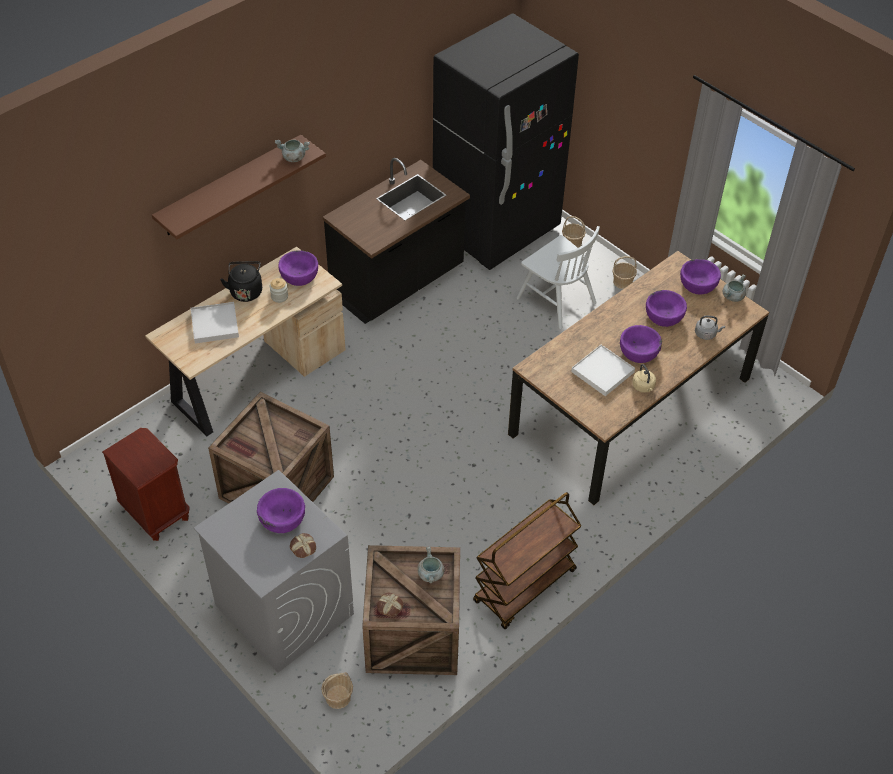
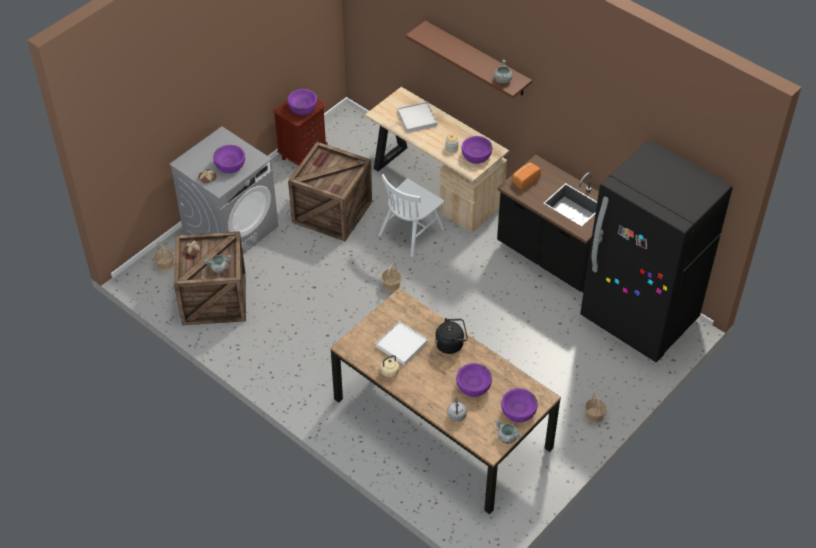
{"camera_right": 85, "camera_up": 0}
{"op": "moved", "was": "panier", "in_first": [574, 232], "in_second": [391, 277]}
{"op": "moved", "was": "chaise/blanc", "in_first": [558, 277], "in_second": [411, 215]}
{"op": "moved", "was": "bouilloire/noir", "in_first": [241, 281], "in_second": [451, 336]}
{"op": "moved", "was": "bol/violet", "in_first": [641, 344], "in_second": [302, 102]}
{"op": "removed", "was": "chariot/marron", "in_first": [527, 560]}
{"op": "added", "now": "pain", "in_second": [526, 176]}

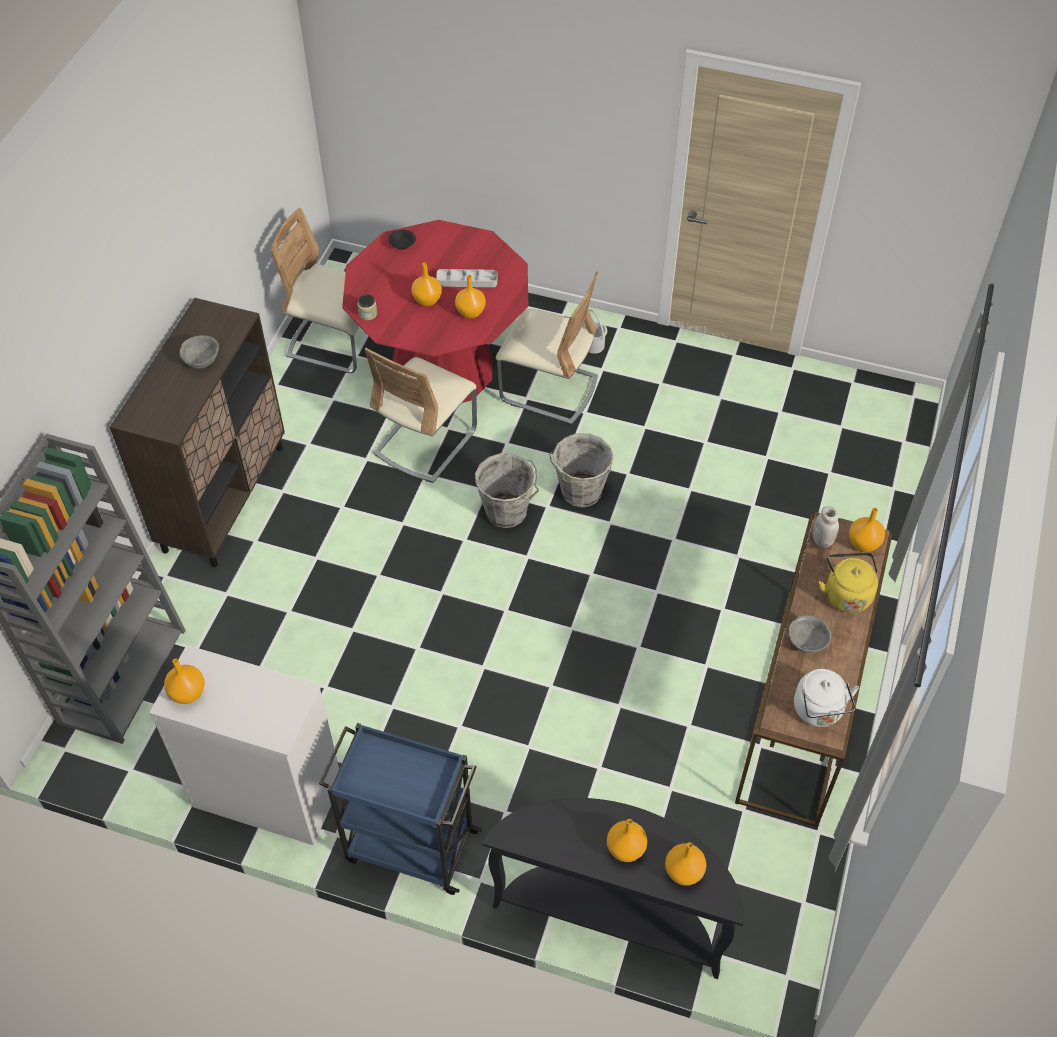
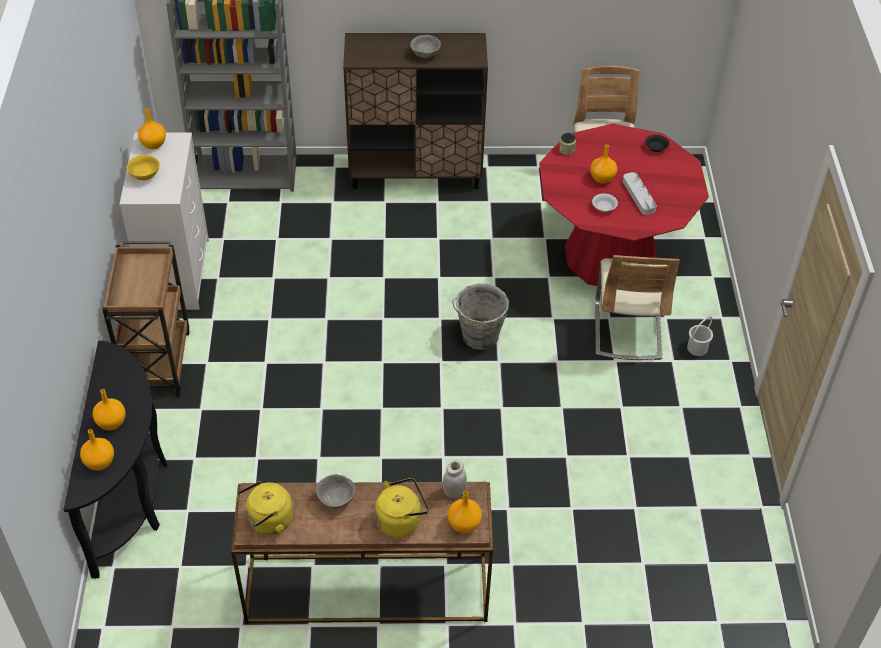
{"camera_right": 70, "camera_up": -5}
{"op": "replaced", "was": "vase/orange", "now": "bol/blanc", "in_first": [470, 296], "in_second": [605, 203]}
{"op": "removed", "was": "chaise/beige", "in_first": [421, 415]}
{"op": "removed", "was": "seau/gris", "in_first": [581, 470]}
{"op": "recoloured", "was": "bouilloire/blanc", "now": "bouilloire/jaune", "in_first": [826, 698], "in_second": [265, 508]}
{"op": "recoloured", "was": "chariot/bleu", "now": "chariot/marron", "in_first": [400, 809], "in_second": [146, 318]}
{"op": "added", "now": "bol/jaune", "in_second": [143, 167]}

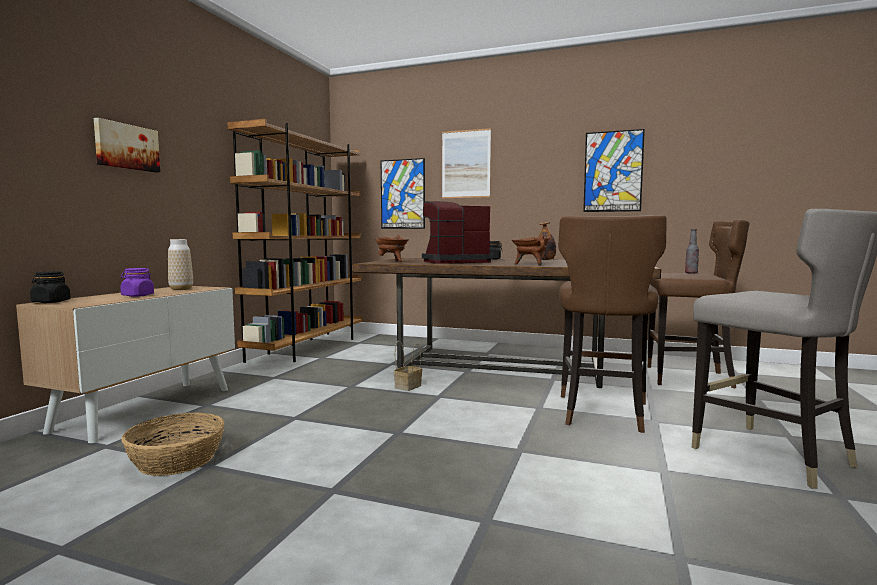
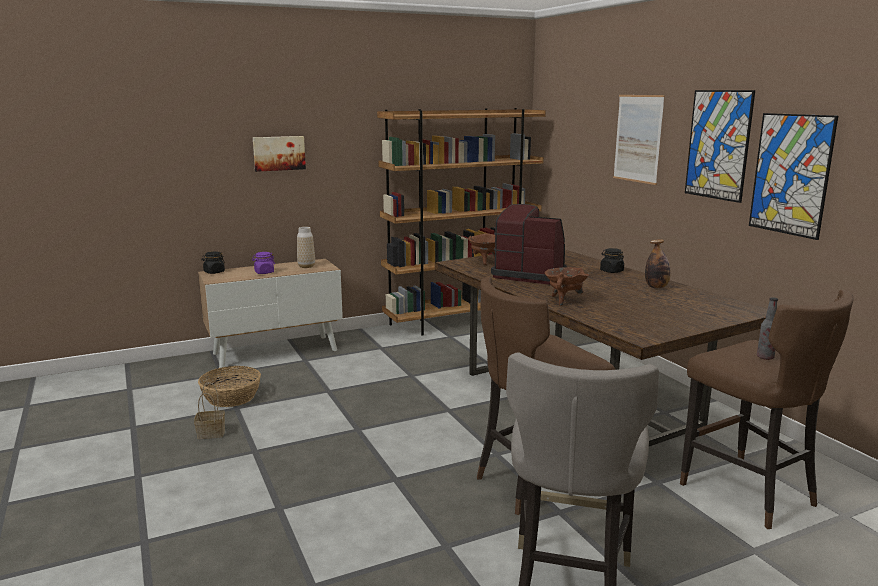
{"camera_right": 45, "camera_up": 10}
{"op": "moved", "was": "tableau", "in_first": [403, 193], "in_second": [720, 146]}
{"op": "moved", "was": "panier", "in_first": [408, 366], "in_second": [209, 410]}

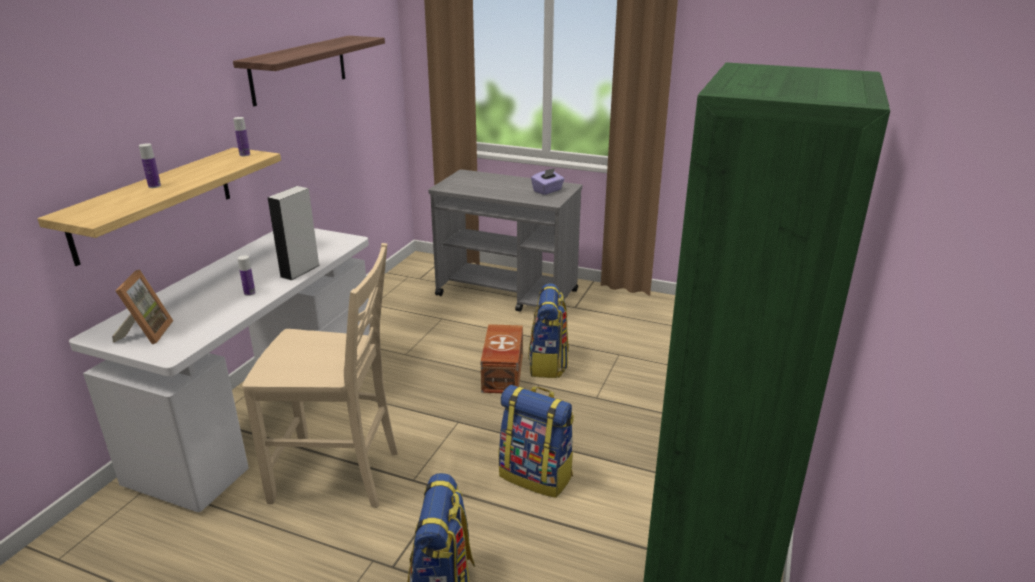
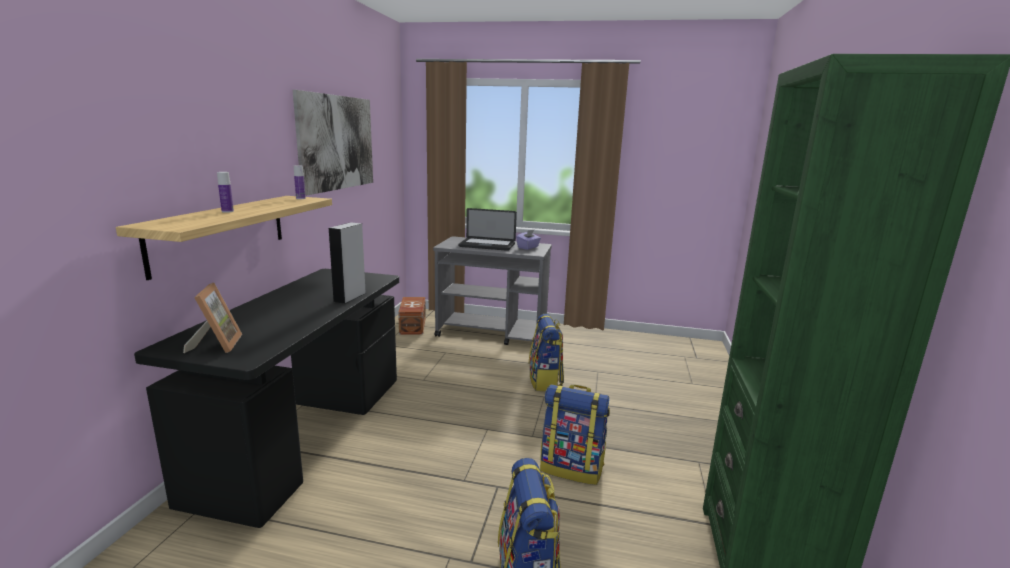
{"camera_right": -10, "camera_up": -10}
{"op": "replaced", "was": "étagère", "now": "tableau", "in_first": [309, 71], "in_second": [333, 143]}
{"op": "recoloured", "was": "bureau/blanc", "now": "bureau/noir", "in_first": [219, 370], "in_second": [266, 398]}
{"op": "removed", "was": "chaise/beige", "in_first": [320, 375]}
{"op": "removed", "was": "bouteille", "in_first": [247, 275]}
{"op": "moved", "was": "boîte de rangement/marron", "in_first": [502, 358], "in_second": [412, 316]}
{"op": "added", "now": "ordinateur portable", "in_second": [487, 229]}

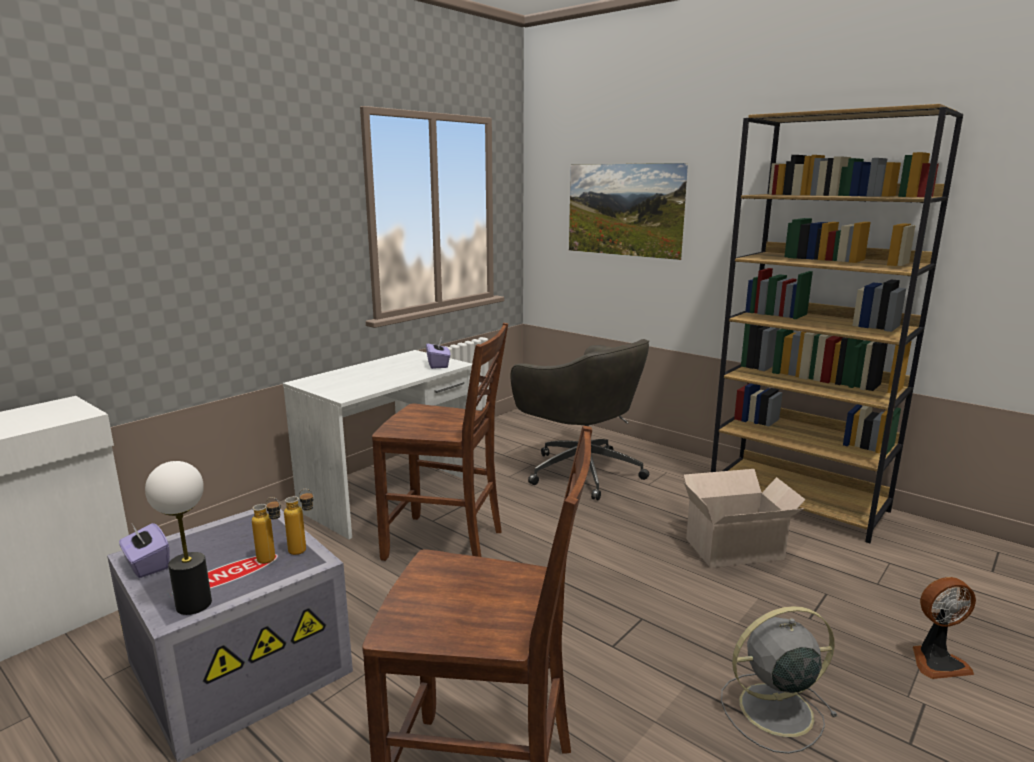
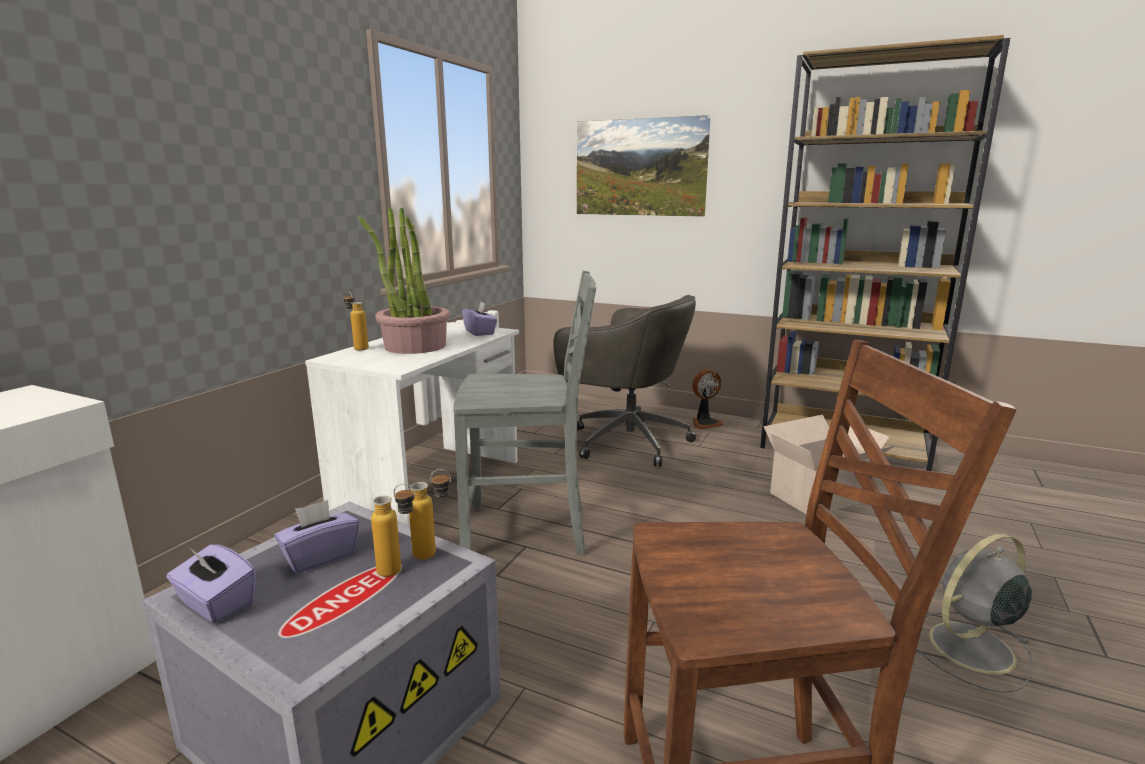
{"camera_right": -15, "camera_up": 0}
{"op": "recoloured", "was": "chaise/marron", "now": "chaise/gris", "in_first": [440, 442], "in_second": [524, 413]}
{"op": "removed", "was": "lampe de table", "in_first": [178, 538]}
{"op": "moved", "was": "ventilateur", "in_first": [944, 628], "in_second": [708, 399]}
{"op": "added", "now": "plante en pot", "in_second": [404, 280]}
{"op": "added", "now": "bouteille", "in_second": [356, 320]}
{"op": "added", "now": "boîte à mouchoirs/violet", "in_second": [316, 537]}

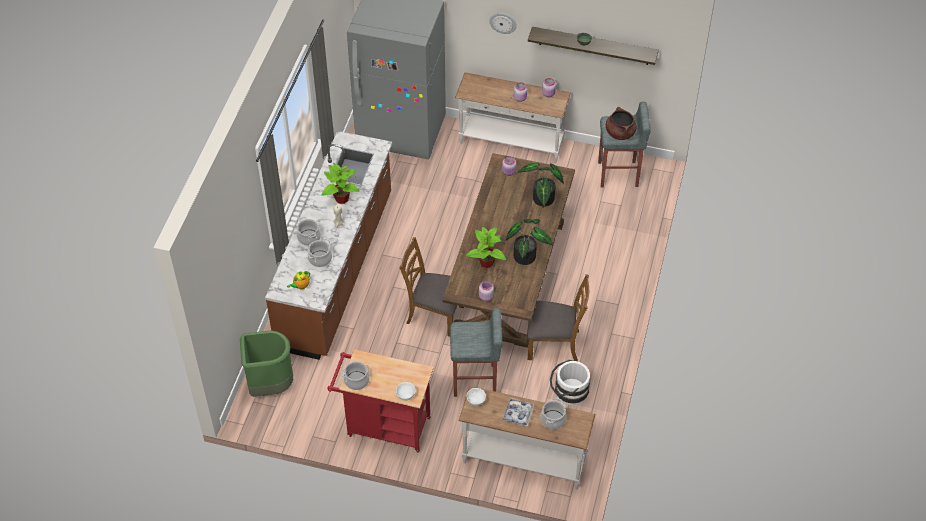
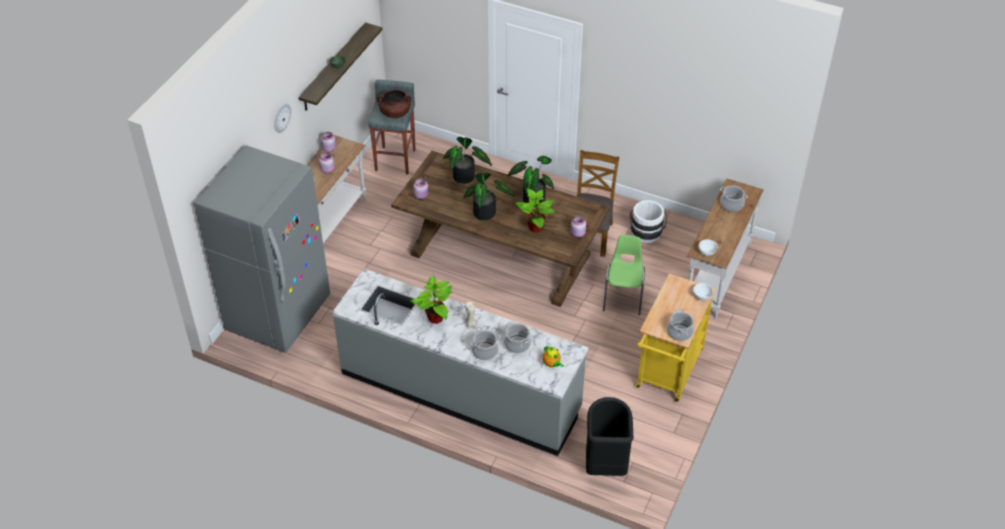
{"camera_right": -80, "camera_up": -5}
{"op": "recoloured", "was": "comptoir de cuisine/marron", "now": "comptoir de cuisine/gris", "in_first": [328, 245], "in_second": [460, 362]}
{"op": "removed", "was": "chaise/marron", "in_first": [432, 287]}
{"op": "replaced", "was": "tabouret/gris", "now": "chaise/vert", "in_first": [476, 352], "in_second": [624, 275]}
{"op": "recoloured", "was": "poubelle/vert", "now": "poubelle/noir", "in_first": [266, 364], "in_second": [610, 436]}
{"op": "recoloured", "was": "chariot/rouge", "now": "chariot/jaune", "in_first": [380, 401], "in_second": [675, 338]}
{"op": "removed", "was": "plateau", "in_first": [518, 412]}
{"op": "added", "now": "plante en pot", "in_second": [489, 196]}

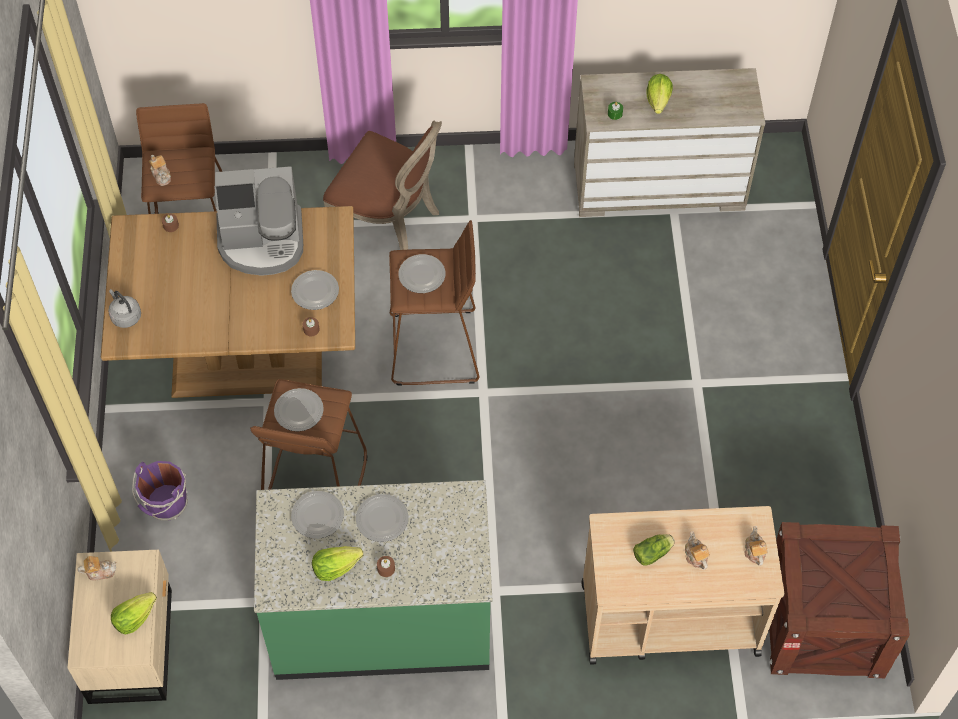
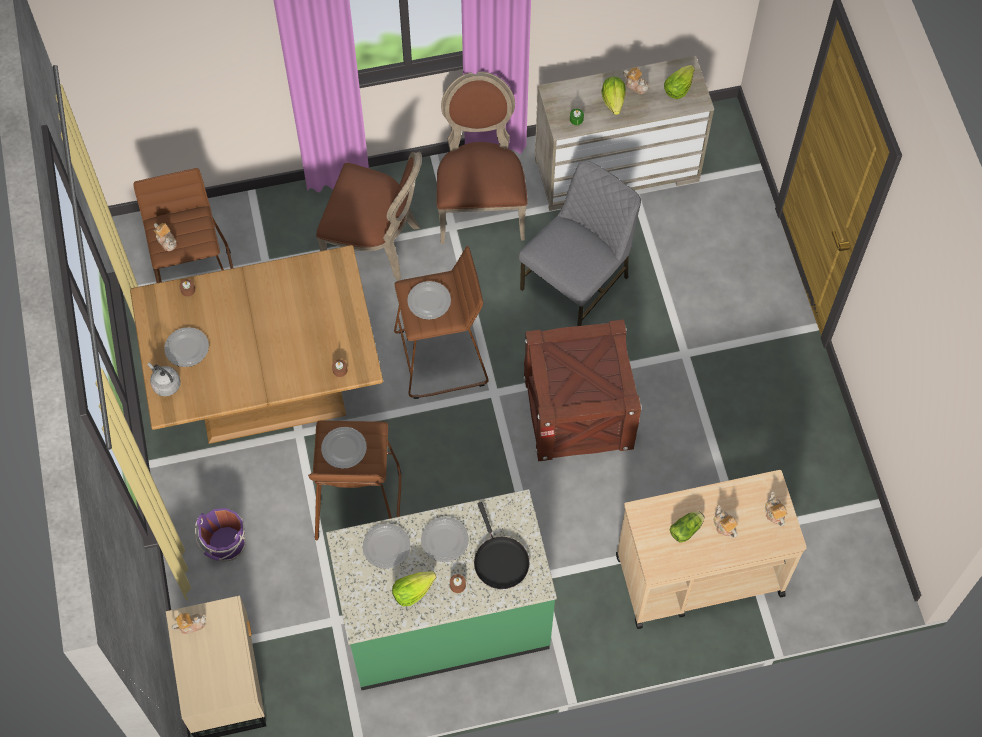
{"camera_right": -10, "camera_up": 5}
{"op": "removed", "was": "machine à café", "in_first": [258, 221]}
{"op": "moved", "was": "assiette", "in_first": [315, 290], "in_second": [186, 347]}
{"op": "moved", "was": "caisse", "in_first": [839, 600], "in_second": [582, 391]}
{"op": "moved", "was": "laitue", "in_first": [134, 613], "in_second": [679, 82]}
{"op": "added", "now": "théière", "in_second": [636, 80]}
{"op": "added", "now": "chaise/marron", "in_second": [482, 157]}
{"op": "added", "now": "chaise/gris", "in_second": [580, 243]}
{"op": "added", "now": "poêle/noir", "in_second": [501, 545]}

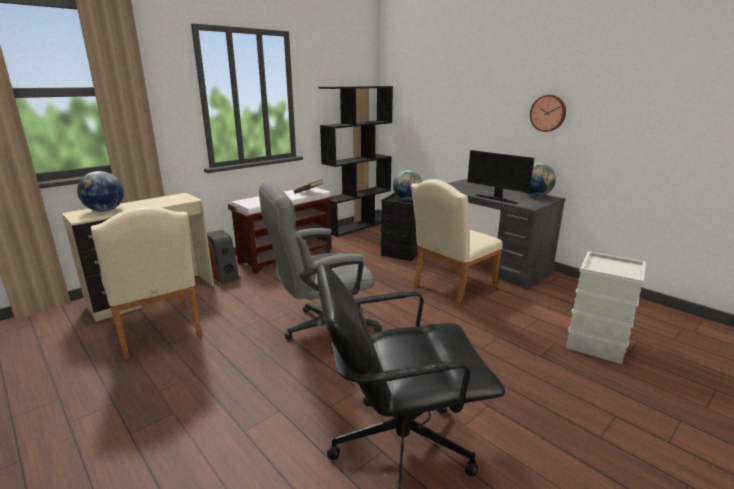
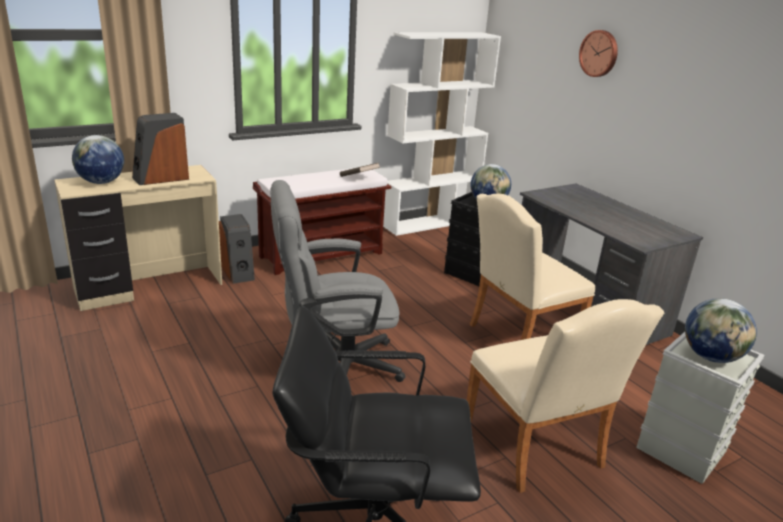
{"camera_right": 10, "camera_up": 5}
{"op": "recoloured", "was": "bibliothèque/noir", "now": "bibliothèque/blanc", "in_first": [356, 161], "in_second": [442, 134]}
{"op": "moved", "was": "horloge murale", "in_first": [548, 113], "in_second": [598, 53]}
{"op": "removed", "was": "écran d'ordinateur", "in_first": [500, 177]}
{"op": "moved", "was": "globe", "in_first": [541, 180], "in_second": [721, 330]}
{"op": "moved", "was": "chaise/beige", "in_first": [147, 283], "in_second": [565, 396]}
{"op": "added", "now": "enceinte", "in_second": [160, 149]}

